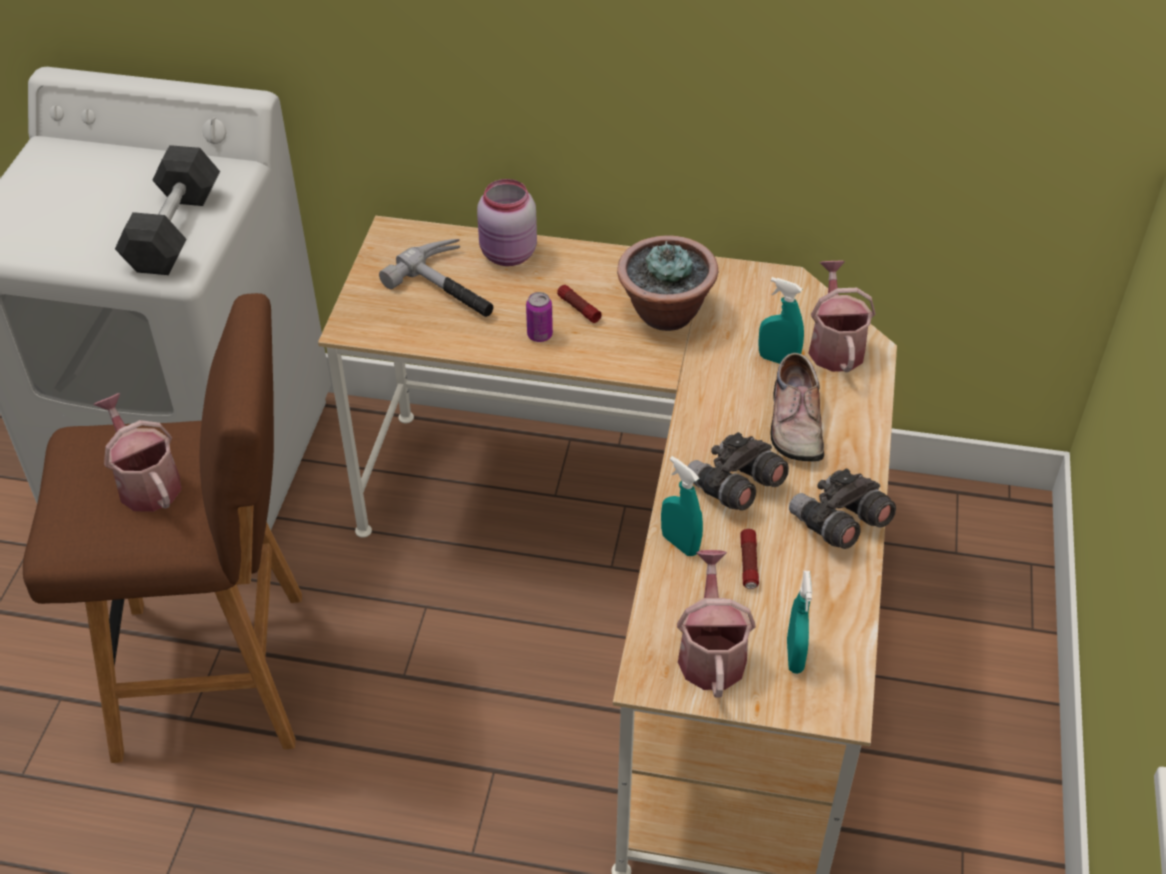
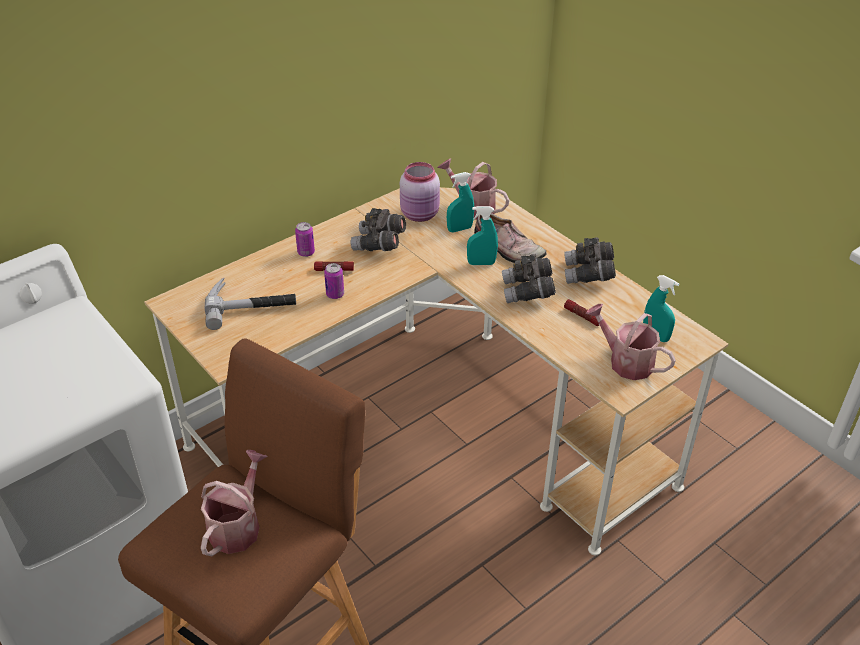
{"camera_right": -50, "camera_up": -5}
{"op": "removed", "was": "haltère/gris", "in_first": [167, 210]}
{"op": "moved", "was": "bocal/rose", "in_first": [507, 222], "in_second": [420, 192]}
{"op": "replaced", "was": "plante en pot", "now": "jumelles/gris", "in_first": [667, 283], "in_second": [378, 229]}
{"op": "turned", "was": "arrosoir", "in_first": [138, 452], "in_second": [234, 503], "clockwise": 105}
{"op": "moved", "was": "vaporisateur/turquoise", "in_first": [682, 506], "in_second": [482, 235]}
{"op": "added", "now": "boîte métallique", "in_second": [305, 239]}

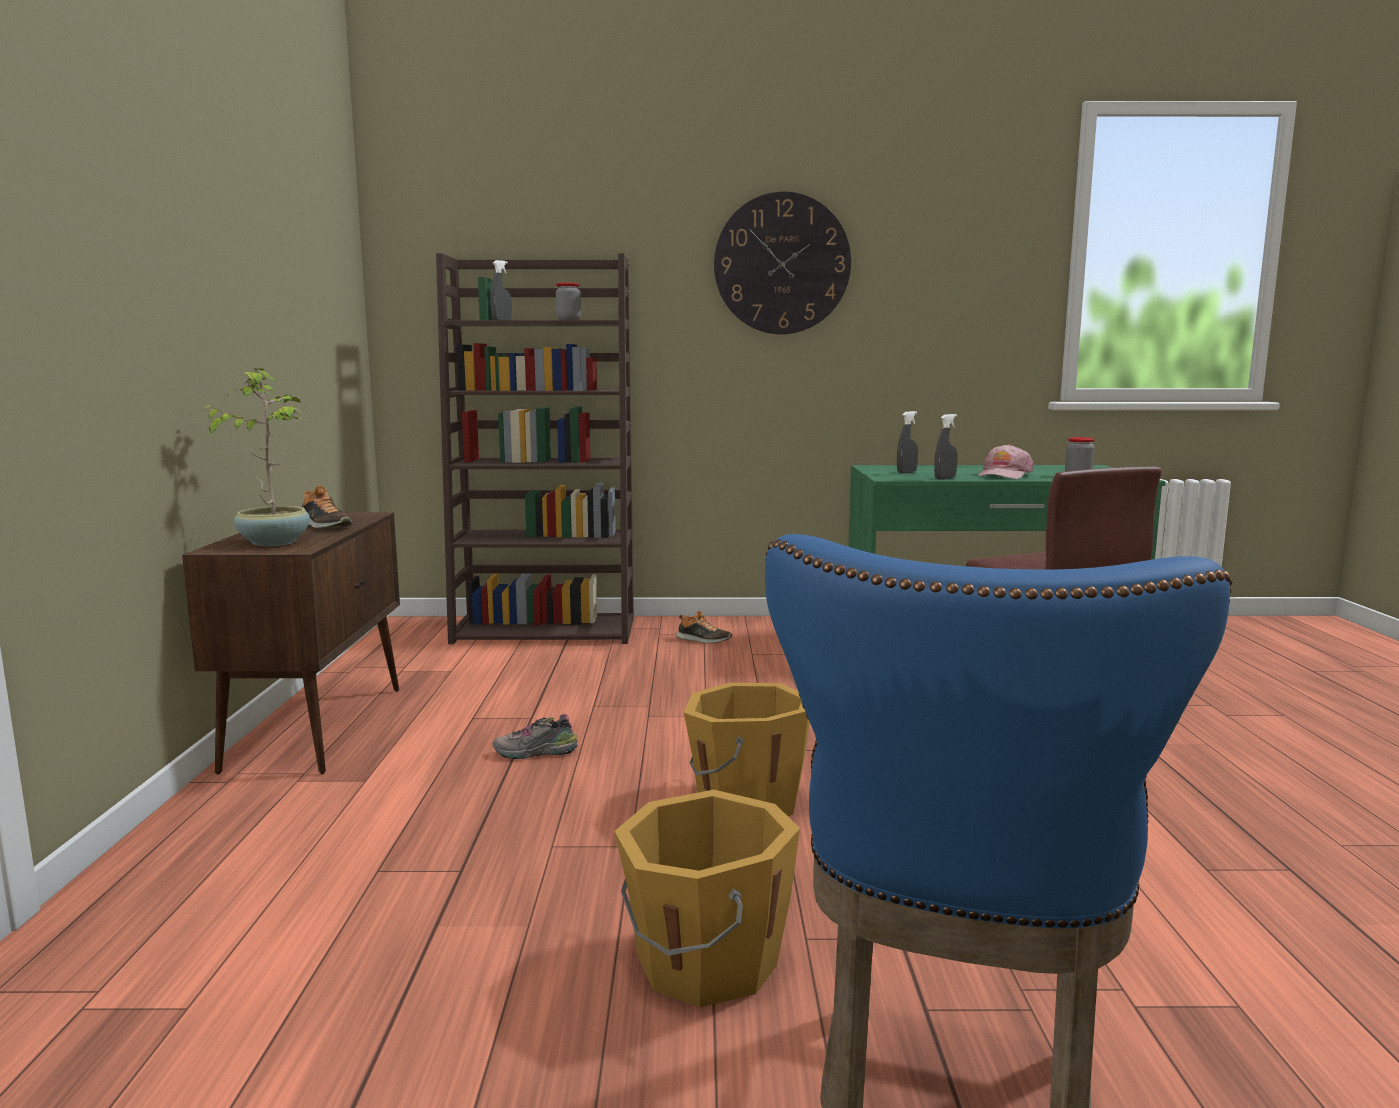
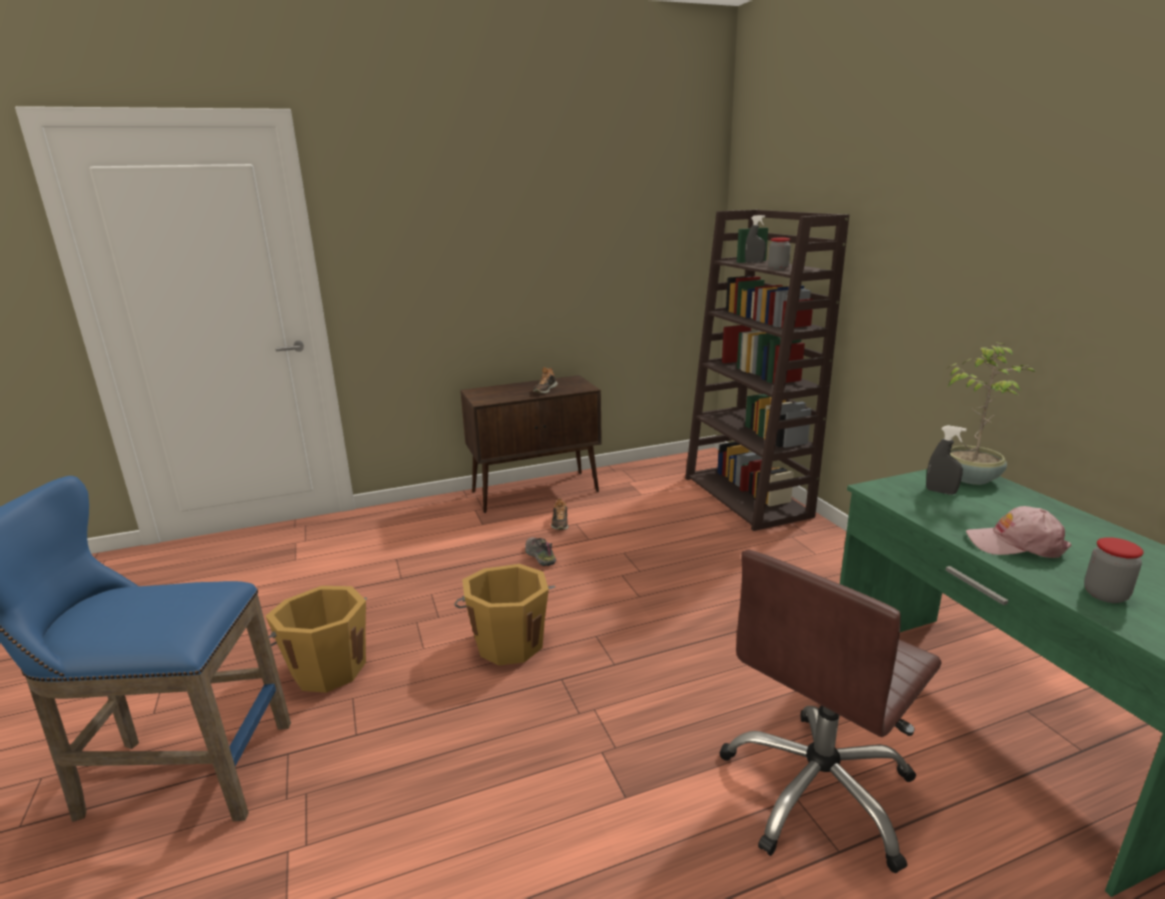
{"camera_right": 70, "camera_up": 10}
{"op": "removed", "was": "horloge murale", "in_first": [782, 263]}
{"op": "moved", "was": "plante en pot", "in_first": [255, 457], "in_second": [991, 413]}
{"op": "removed", "was": "vaporisateur/gris", "in_first": [946, 447]}
{"op": "moved", "was": "chaussure", "in_first": [704, 626], "in_second": [559, 514]}

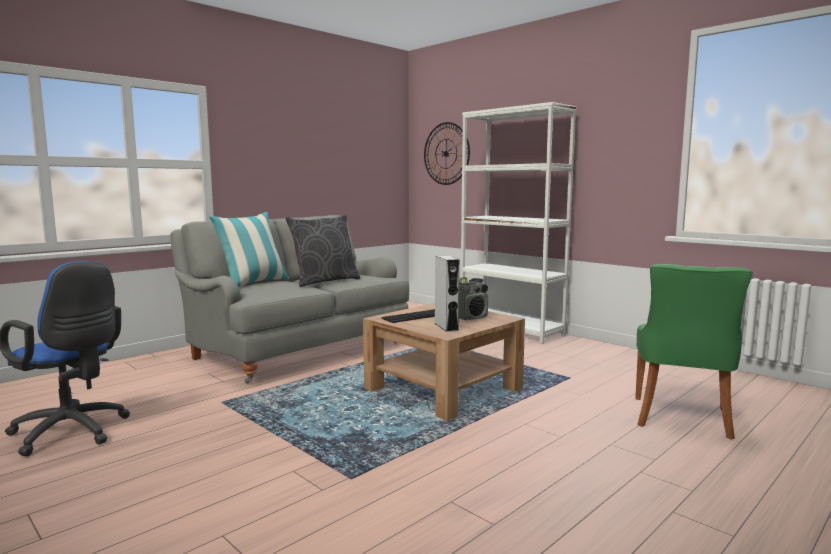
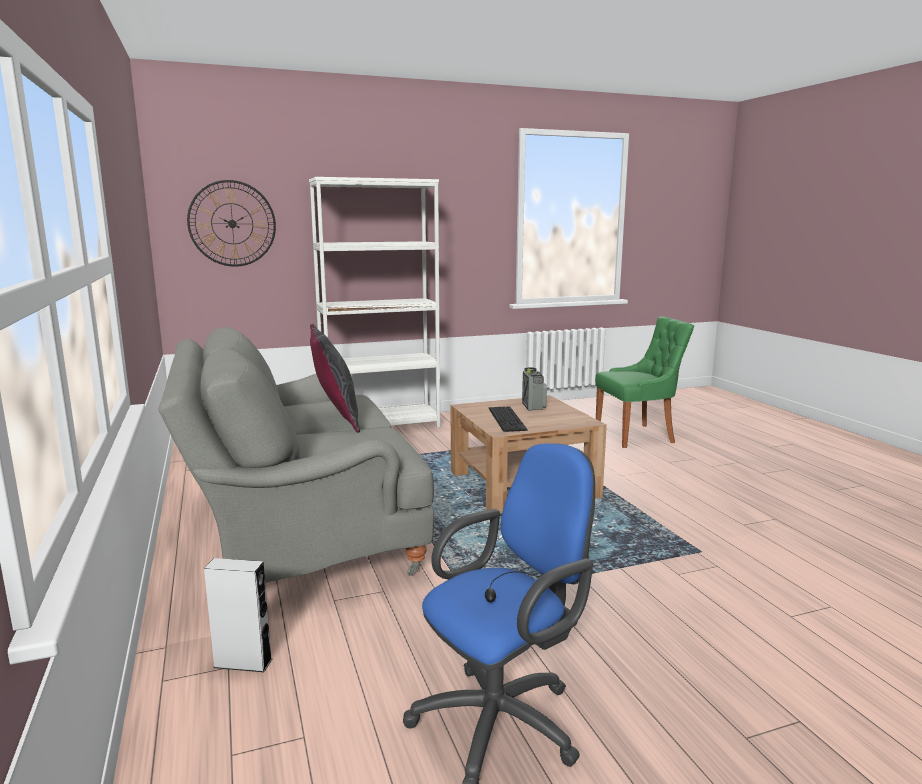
{"camera_right": -65, "camera_up": 5}
{"op": "removed", "was": "coussin", "in_first": [249, 249]}
{"op": "moved", "was": "enceinte/gris", "in_first": [446, 293], "in_second": [238, 615]}
{"op": "turned", "was": "chaise/vert", "in_first": [694, 352], "in_second": [644, 382], "clockwise": -60}

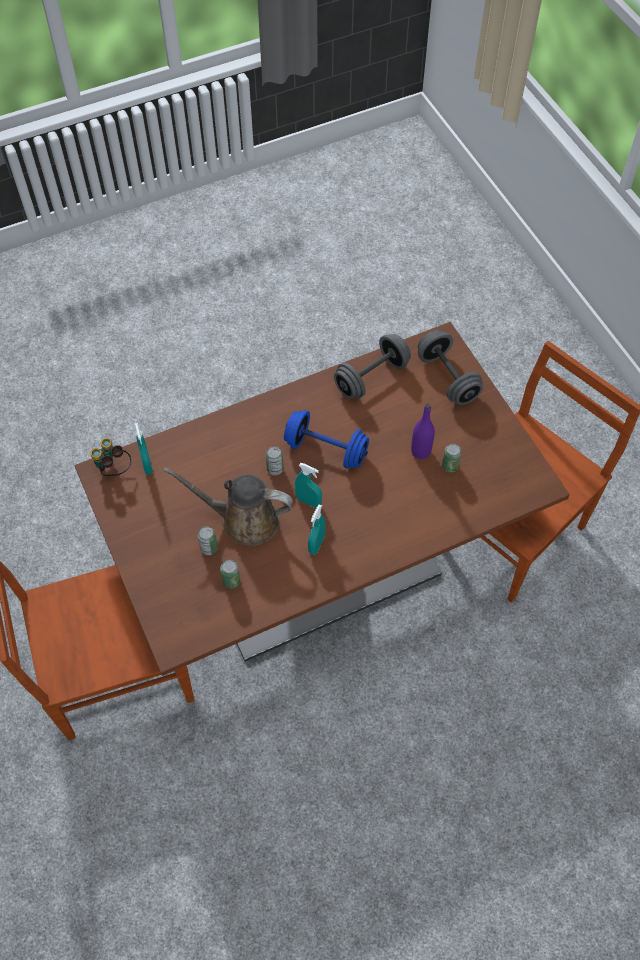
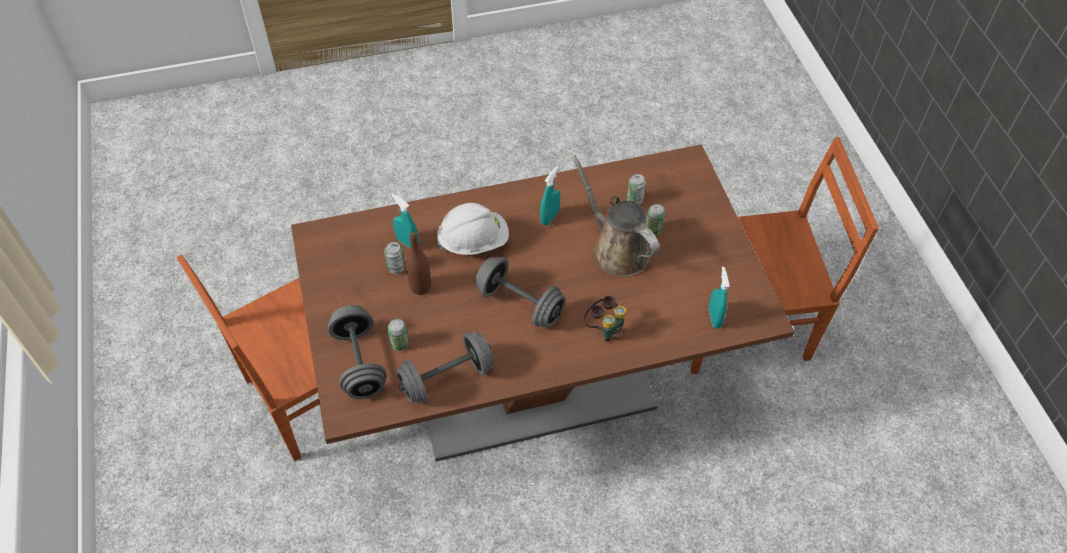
{"camera_right": -170, "camera_up": -5}
{"op": "recoloured", "was": "bouteille/violet", "now": "bouteille/marron", "in_first": [423, 431], "in_second": [418, 263]}
{"op": "recoloured", "was": "haltère/bleu", "now": "haltère/gris", "in_first": [326, 439], "in_second": [520, 292]}
{"op": "moved", "was": "jumelles", "in_first": [110, 457], "in_second": [605, 319]}
{"op": "moved", "was": "boîte métallique", "in_first": [274, 460], "in_second": [398, 335]}
{"op": "moved", "was": "vaporisateur/turquoise", "in_first": [308, 485], "in_second": [405, 221]}
{"op": "turned", "was": "arrosoir/marron", "in_first": [228, 506], "in_second": [615, 216], "clockwise": -150}
{"op": "added", "now": "casque de chantier/blanc", "in_second": [473, 229]}

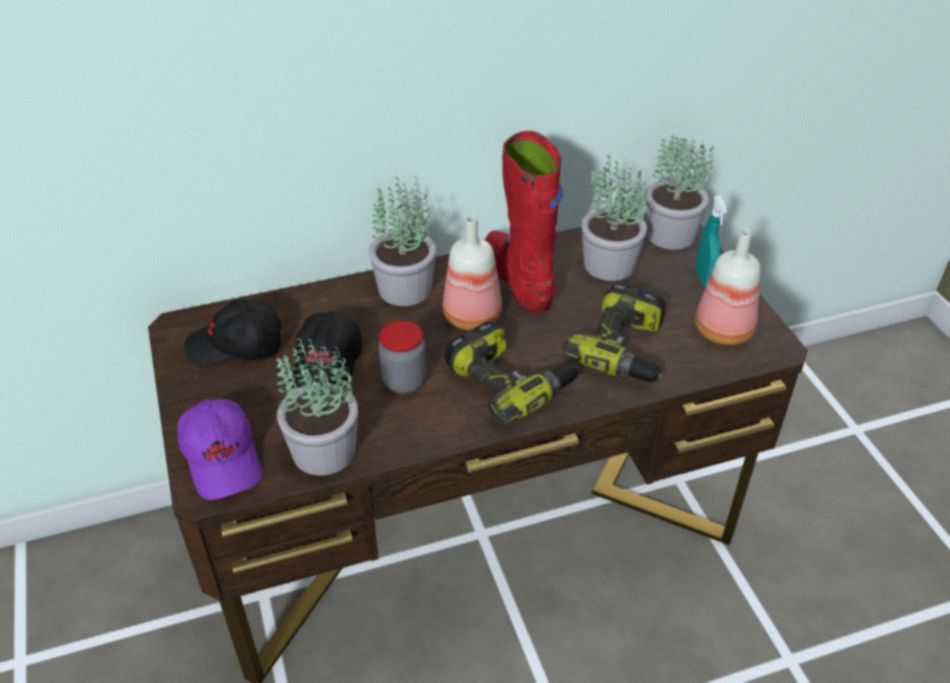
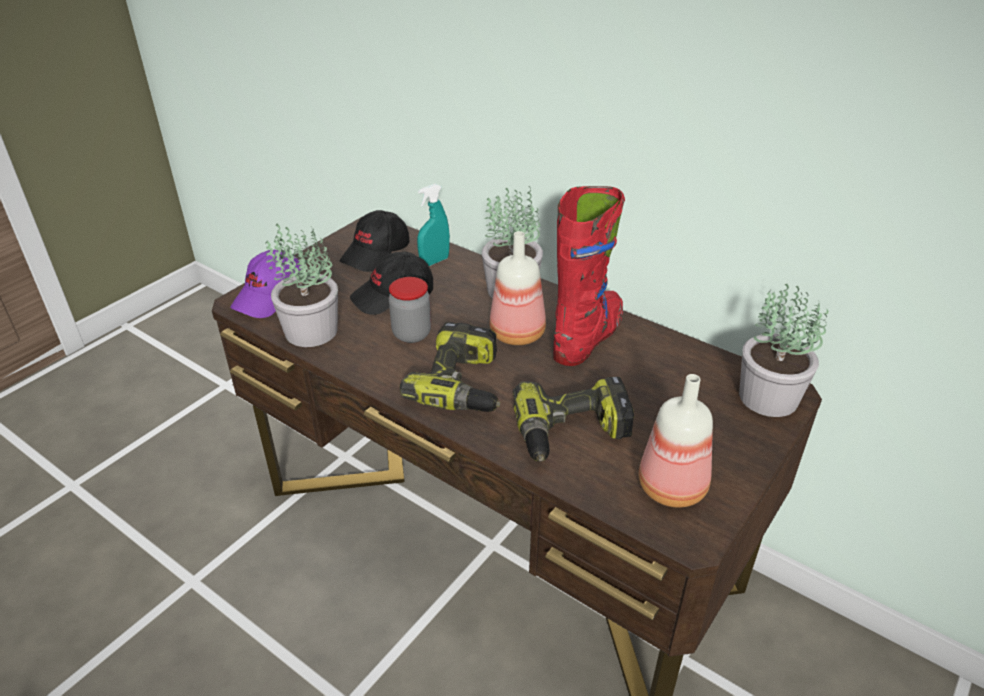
{"camera_right": 55, "camera_up": -5}
{"op": "removed", "was": "plante en pot", "in_first": [614, 218]}
{"op": "moved", "was": "vaporisateur/turquoise", "in_first": [711, 241], "in_second": [433, 225]}
{"op": "turned", "was": "casquette/noir", "in_first": [233, 333], "in_second": [374, 241], "clockwise": -105}

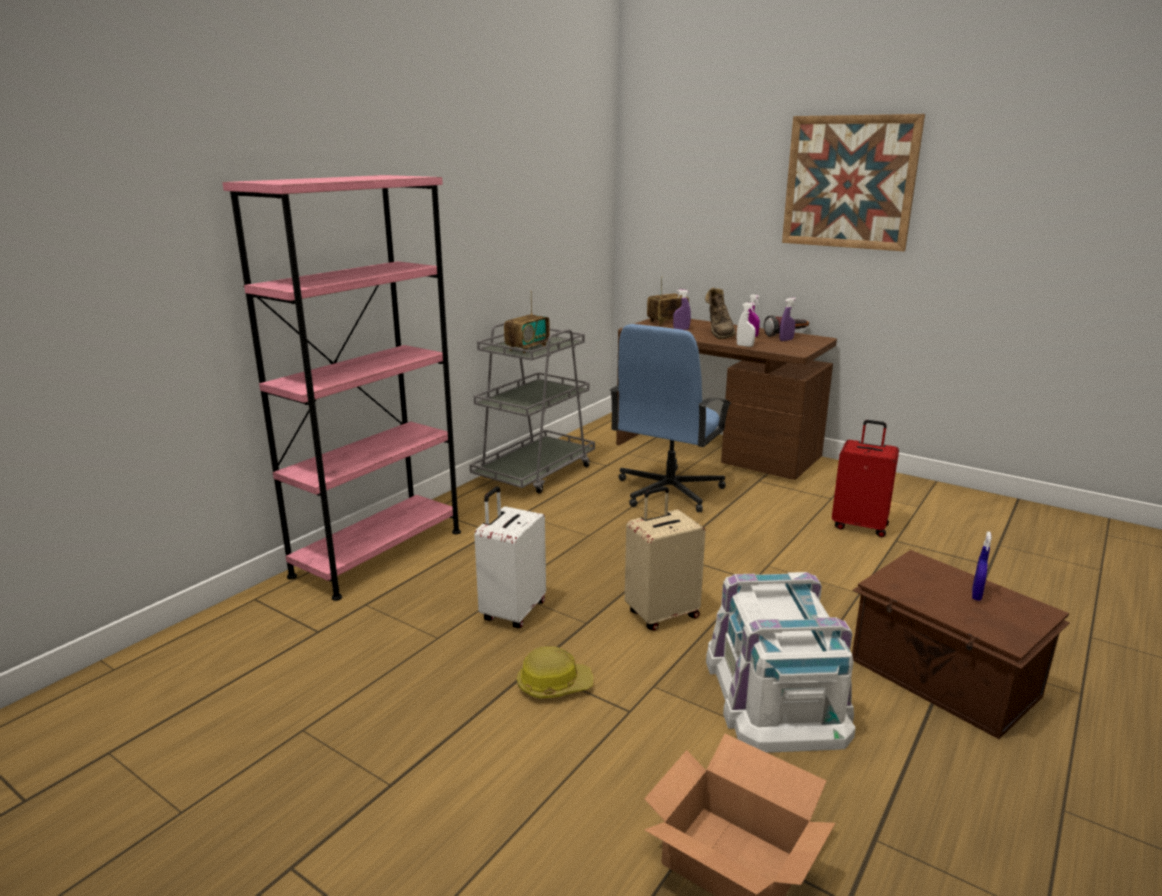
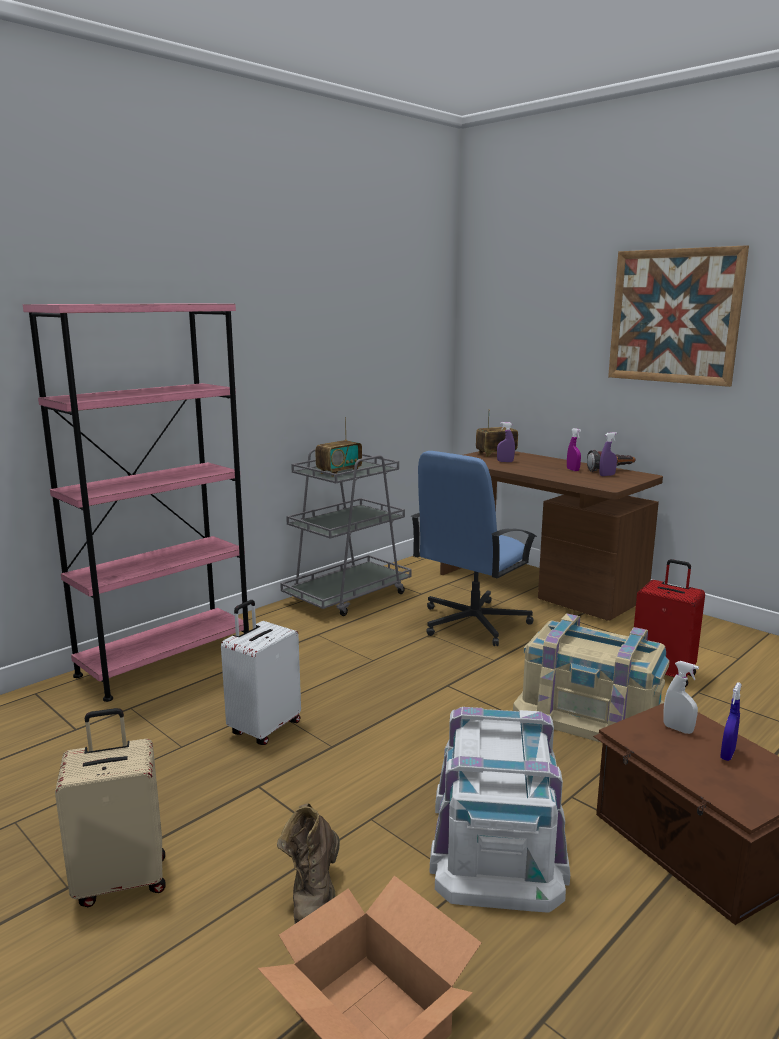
{"camera_right": 10, "camera_up": -5}
{"op": "moved", "was": "botte/marron", "in_first": [720, 313], "in_second": [308, 863]}
{"op": "moved", "was": "vaporisateur/blanc", "in_first": [746, 325], "in_second": [681, 697]}
{"op": "moved", "was": "valise/beige", "in_first": [665, 558], "in_second": [110, 807]}
{"op": "removed", "was": "casque de chantier", "in_first": [555, 672]}
{"op": "added", "now": "boîte de rangement/beige", "in_second": [591, 678]}

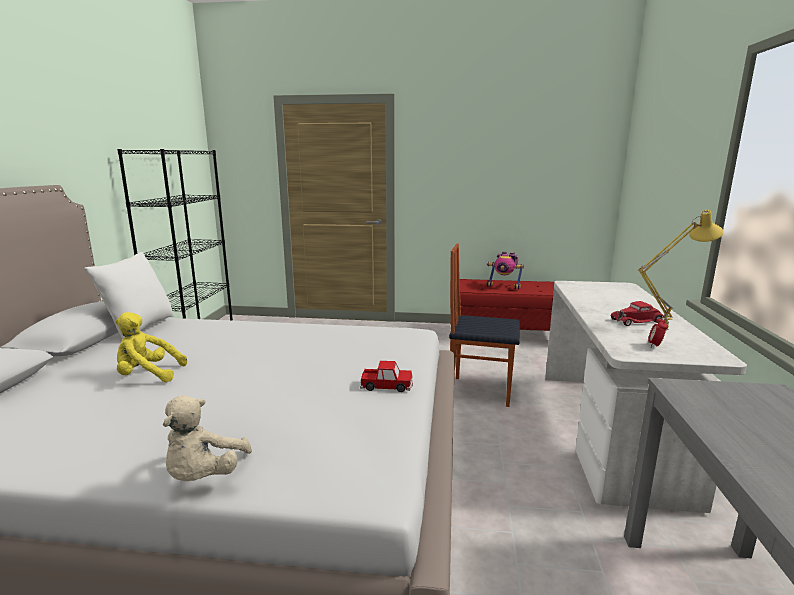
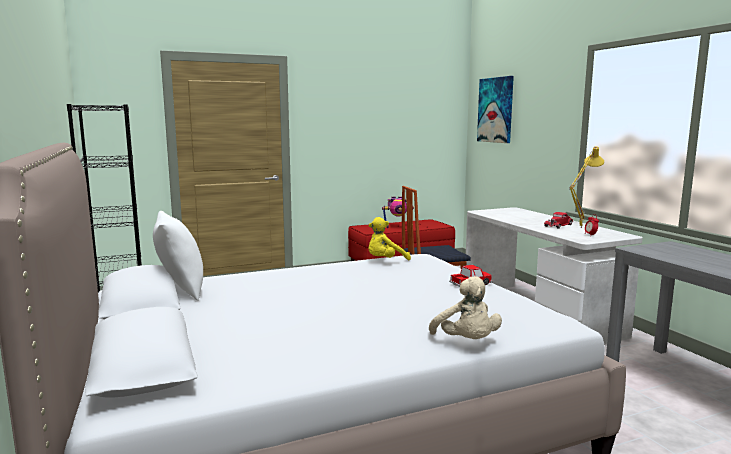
{"camera_right": -30, "camera_up": -5}
{"op": "moved", "was": "peluche/jaune", "in_first": [151, 347], "in_second": [389, 238]}
{"op": "added", "now": "tableau", "in_second": [495, 109]}

